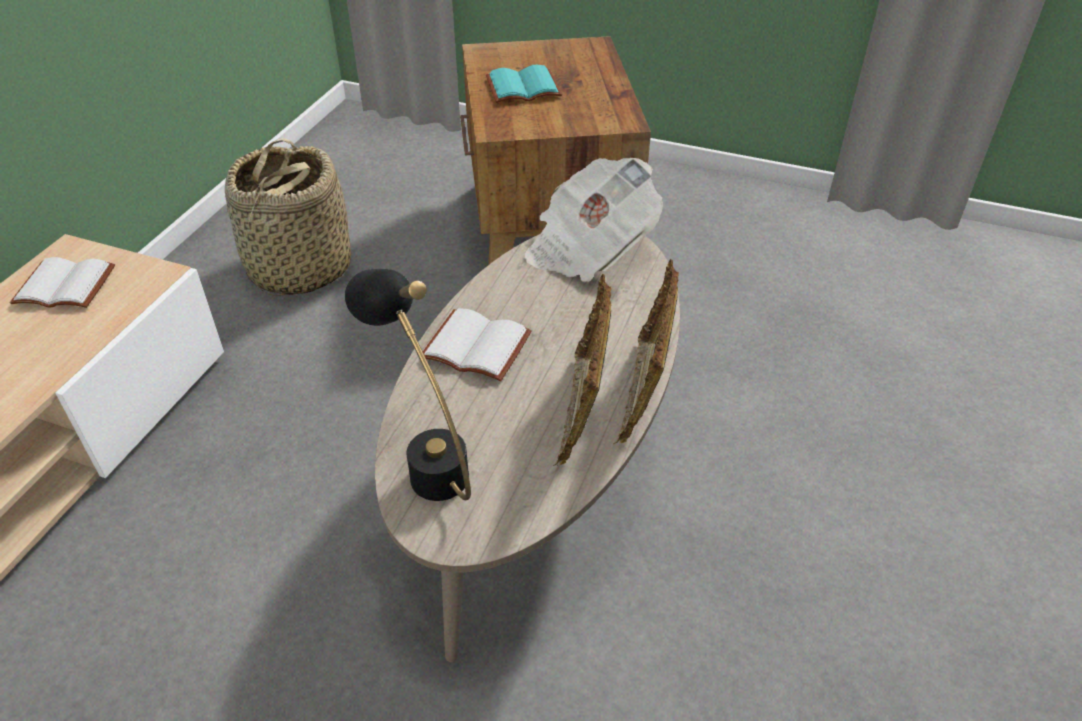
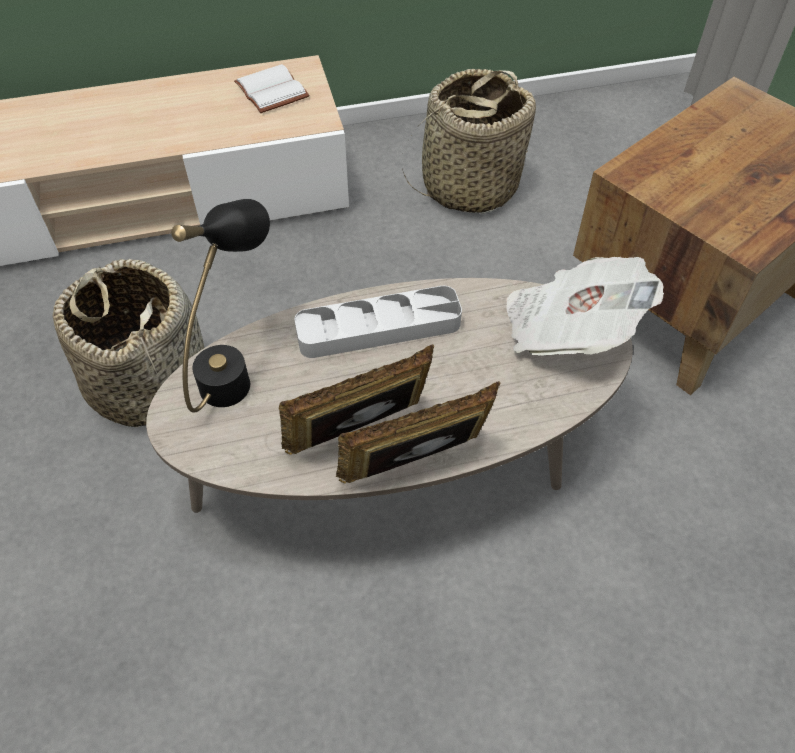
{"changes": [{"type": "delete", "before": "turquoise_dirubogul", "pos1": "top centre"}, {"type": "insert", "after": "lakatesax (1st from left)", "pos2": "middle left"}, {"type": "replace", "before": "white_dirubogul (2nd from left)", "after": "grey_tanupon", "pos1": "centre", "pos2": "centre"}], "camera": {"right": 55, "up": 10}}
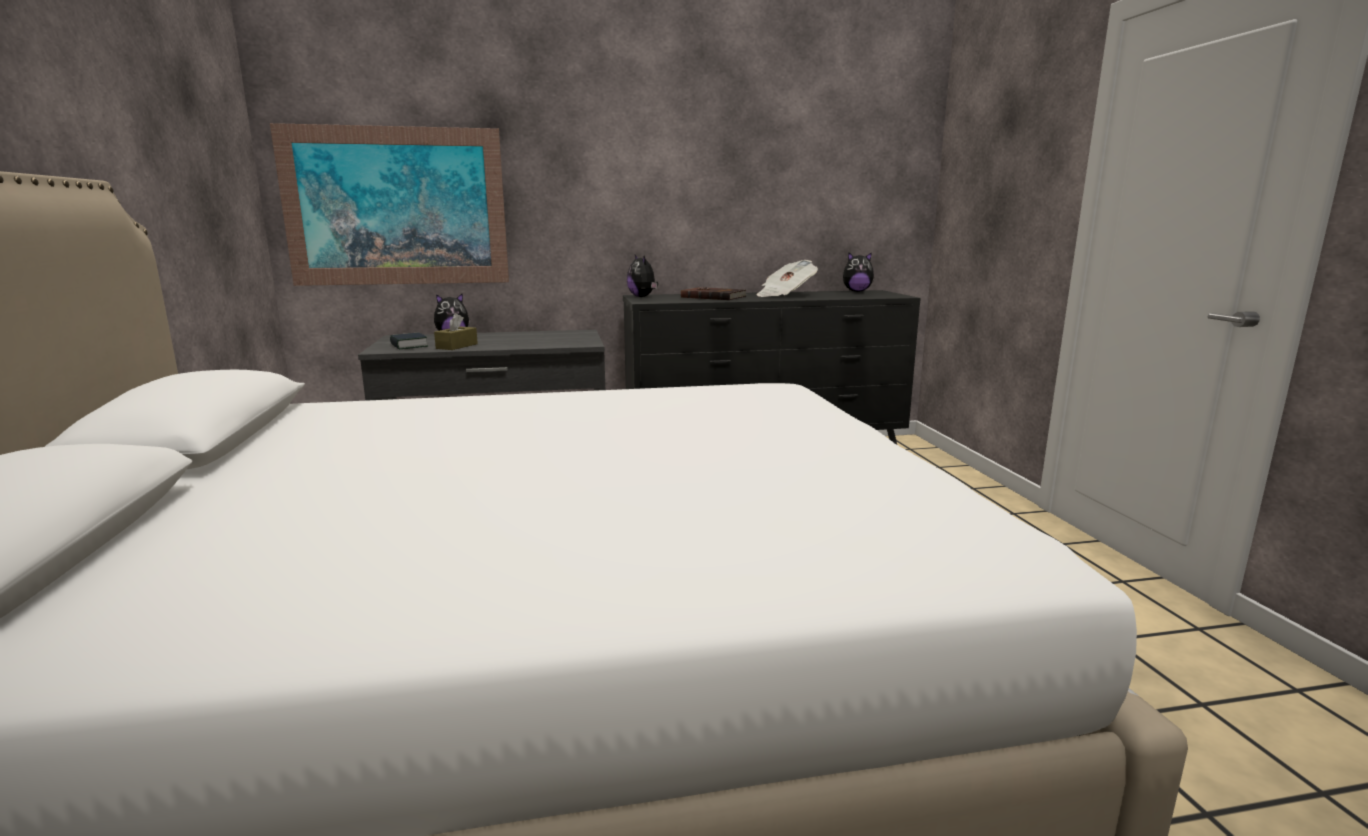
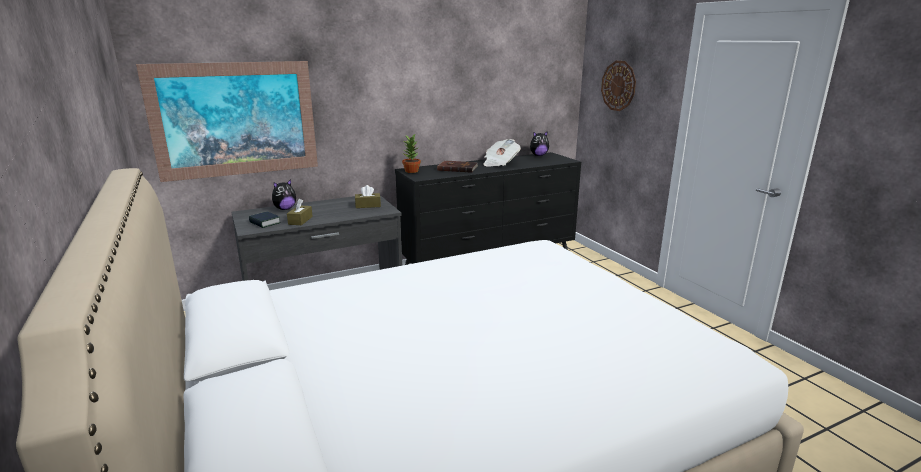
{"changes": [{"type": "insert", "after": "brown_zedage (2nd from left)", "pos2": "centre"}, {"type": "insert", "after": "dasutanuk", "pos2": "top right"}, {"type": "replace", "before": "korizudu (2nd from left)", "after": "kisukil", "pos1": "top centre", "pos2": "top centre"}], "camera": {"right": -15, "up": 5}}
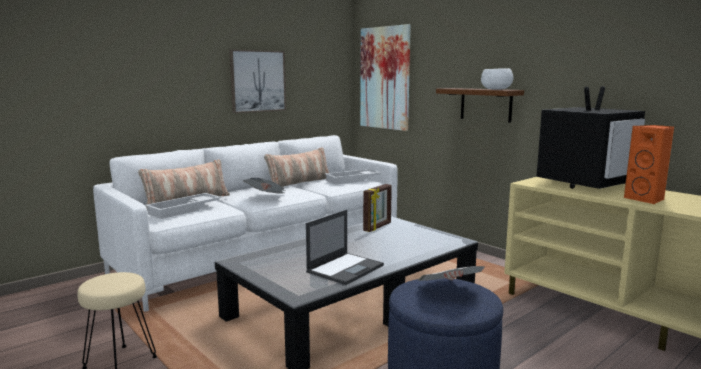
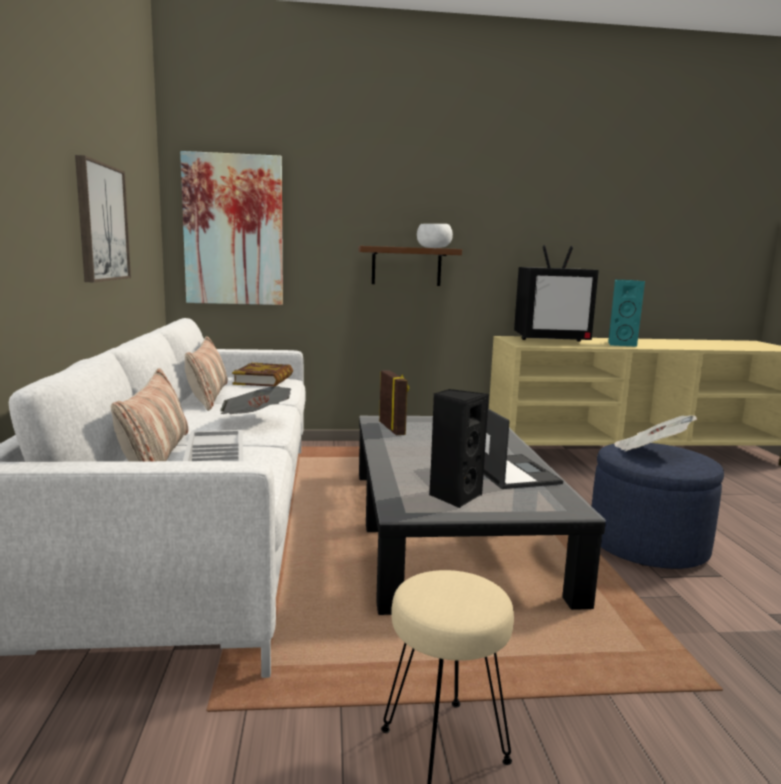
{"changes": [{"type": "insert", "after": "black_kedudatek", "pos2": "centre"}, {"type": "replace", "before": "white_tanupon (2nd from left)", "after": "dirubogul", "pos1": "centre", "pos2": "centre"}, {"type": "recolor", "before": "orange_kedudatek", "after": "turquoise_kedudatek", "pos1": "middle right", "pos2": "middle right"}, {"type": "rotate", "before": "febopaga", "pos1": "middle right", "pos2": "middle right", "turn": 90}], "camera": {"right": -55, "up": 0}}
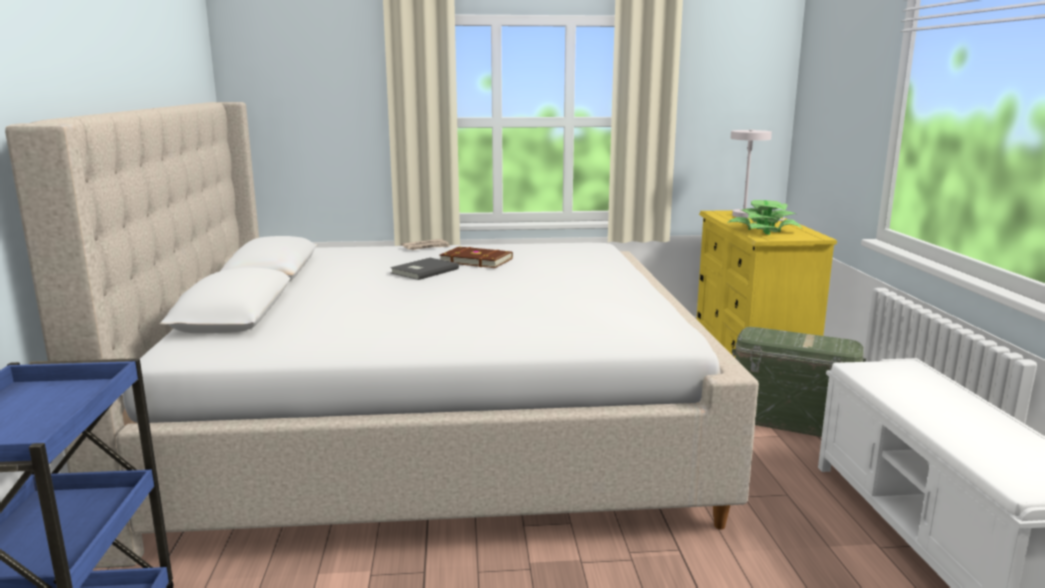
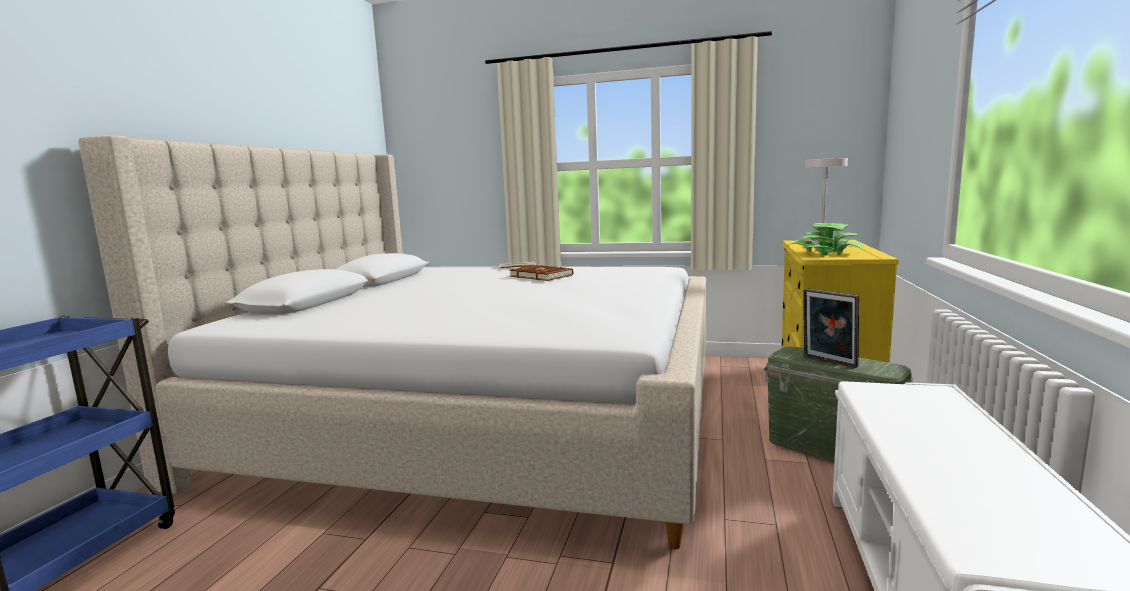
{"changes": [{"type": "delete", "before": "grey_dirubogul", "pos1": "centre"}, {"type": "insert", "after": "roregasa", "pos2": "middle right"}], "camera": {"right": 20, "up": -5}}
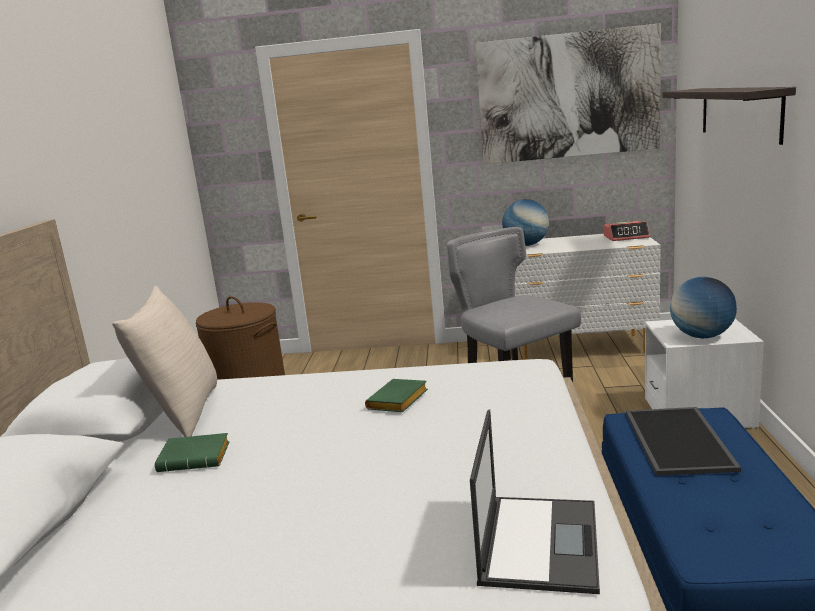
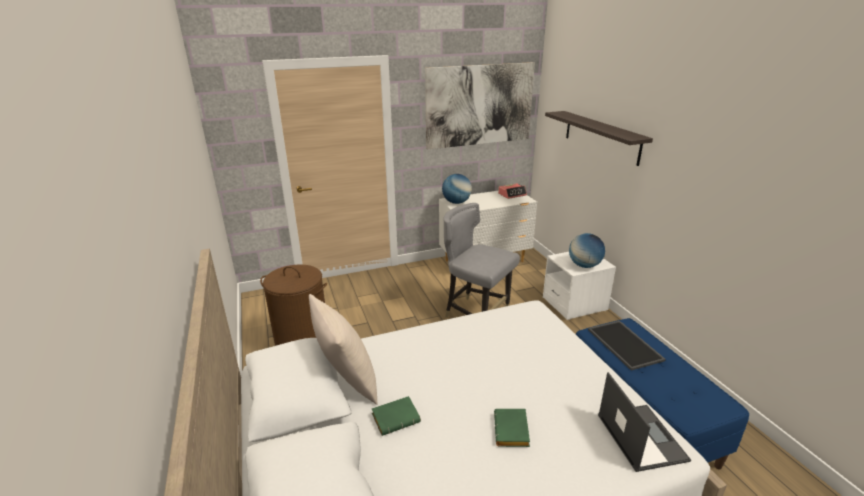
{"changes": [{"type": "move", "before": "green_dirubogul (2nd from left)", "pos1": "centre", "pos2": "bottom centre"}], "camera": {"right": -25, "up": 10}}
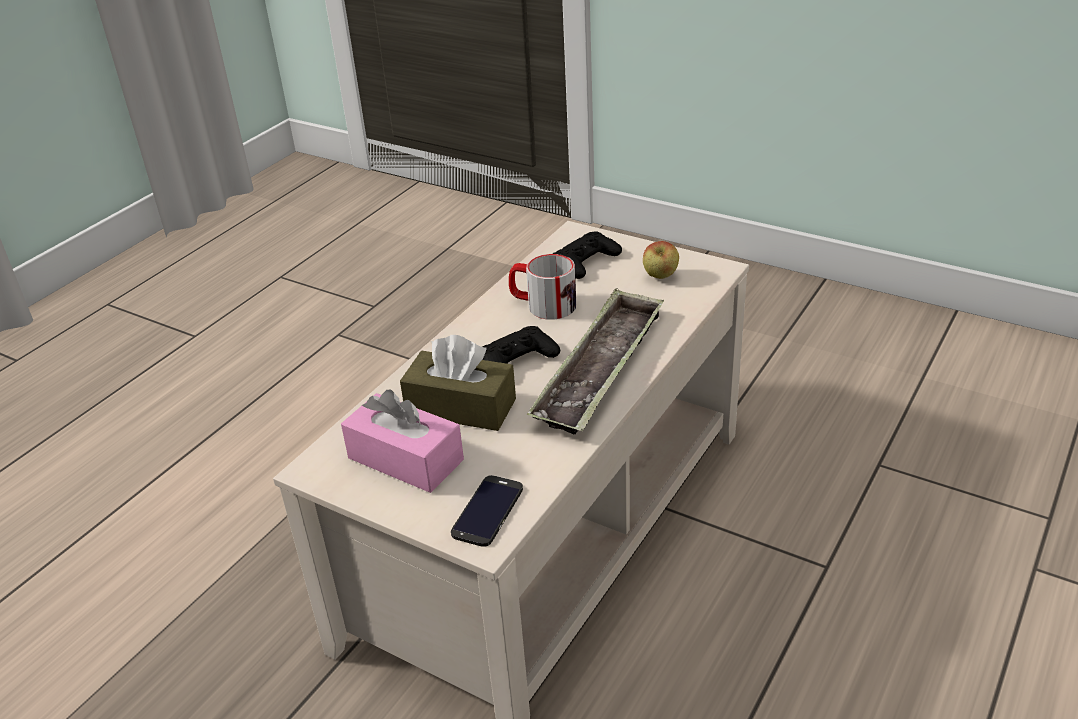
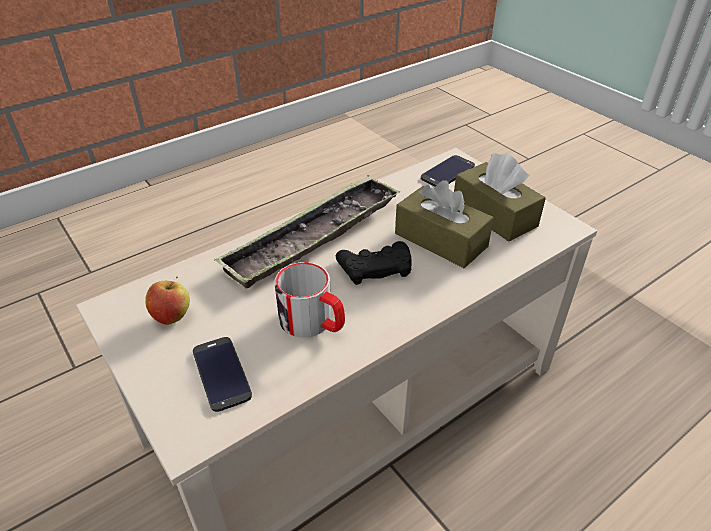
{"changes": [{"type": "replace", "before": "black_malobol (2nd from left)", "after": "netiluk (1st from left)", "pos1": "centre", "pos2": "bottom left"}, {"type": "recolor", "before": "pink_zedage", "after": "brown_zedage (2nd from left)", "pos1": "centre", "pos2": "middle right"}], "camera": {"right": -160, "up": 5}}
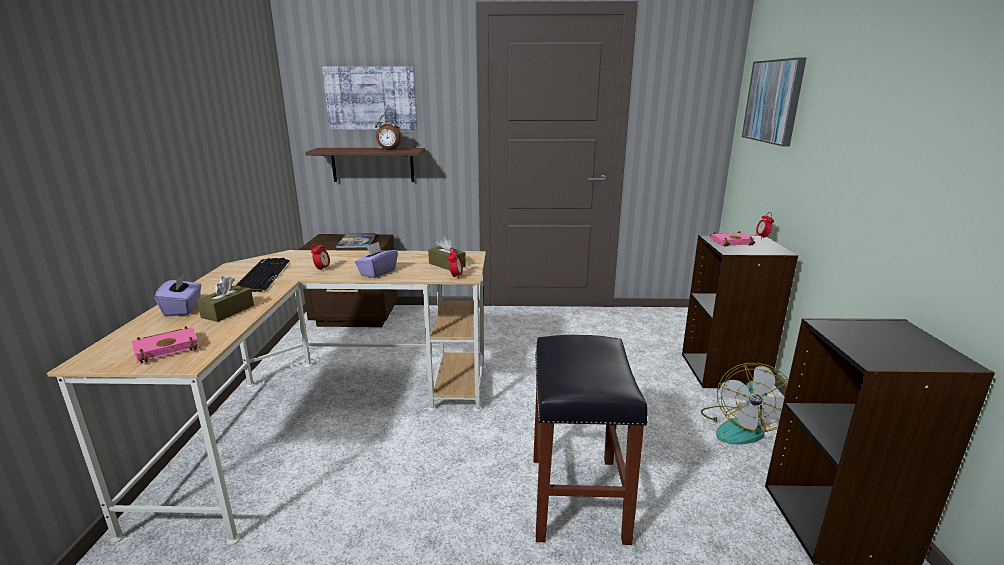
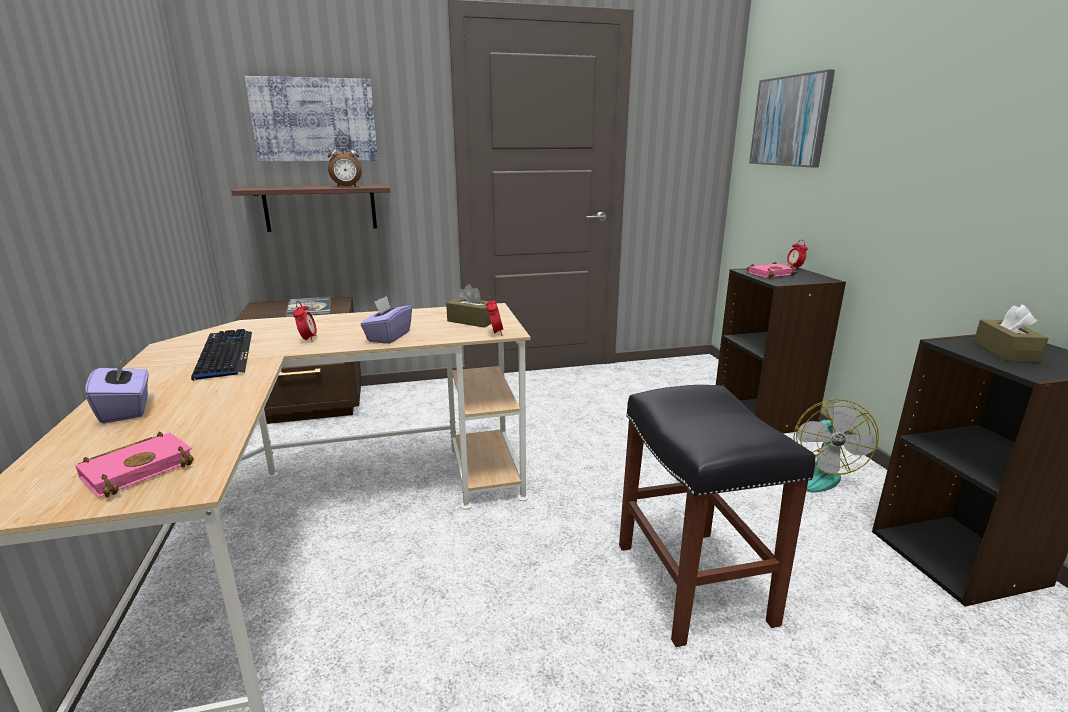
{"changes": [{"type": "move", "before": "brown_zedage (1st from left in the first image)", "after": "brown_zedage (2nd from left)", "pos1": "middle left", "pos2": "middle right"}], "camera": {"right": -15, "up": 0}}
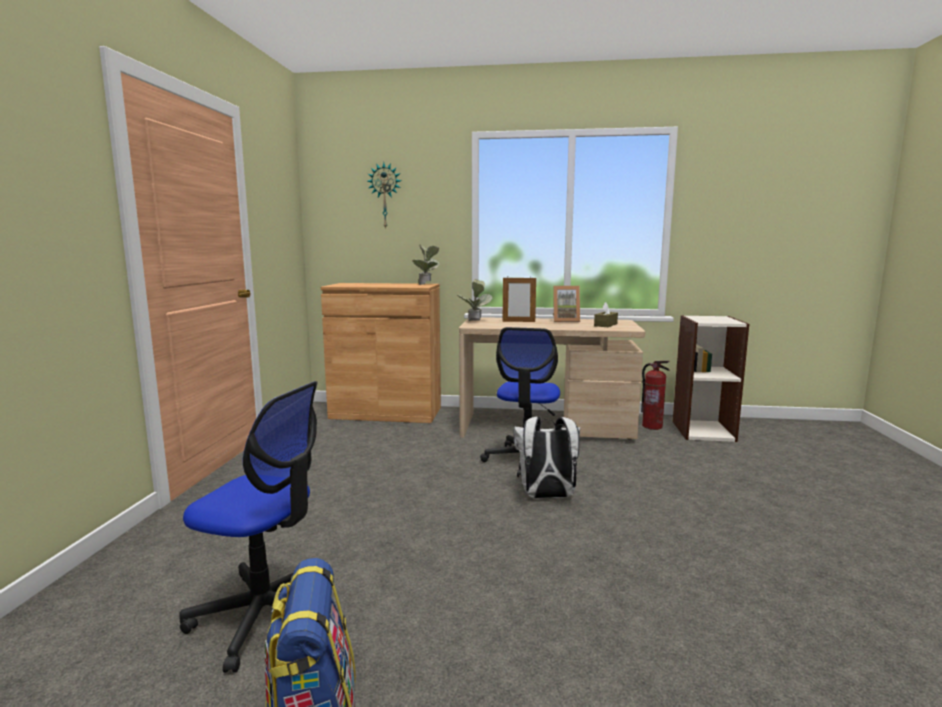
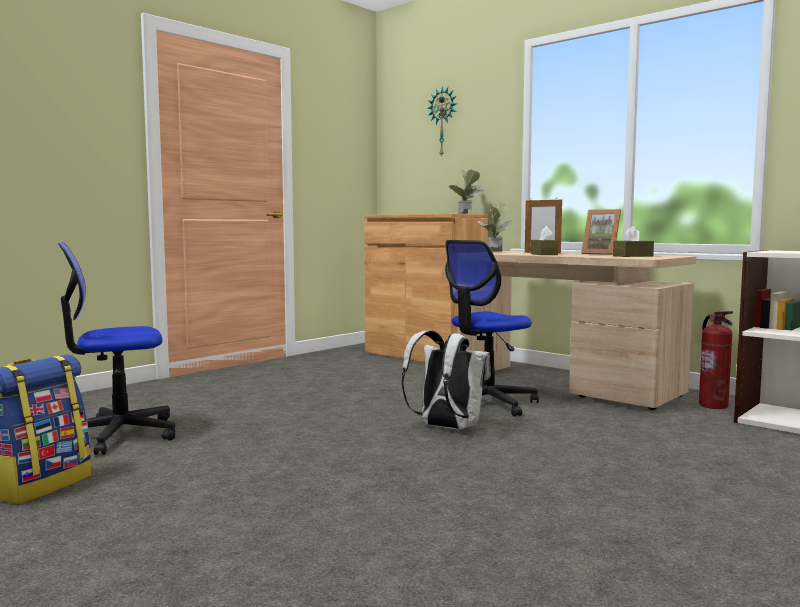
{"changes": [{"type": "insert", "after": "brown_zedage (1st from left)", "pos2": "middle right"}, {"type": "rotate", "before": "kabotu (1st from left)", "pos1": "bottom left", "pos2": "middle left", "turn": 105}], "camera": {"right": 35, "up": -5}}
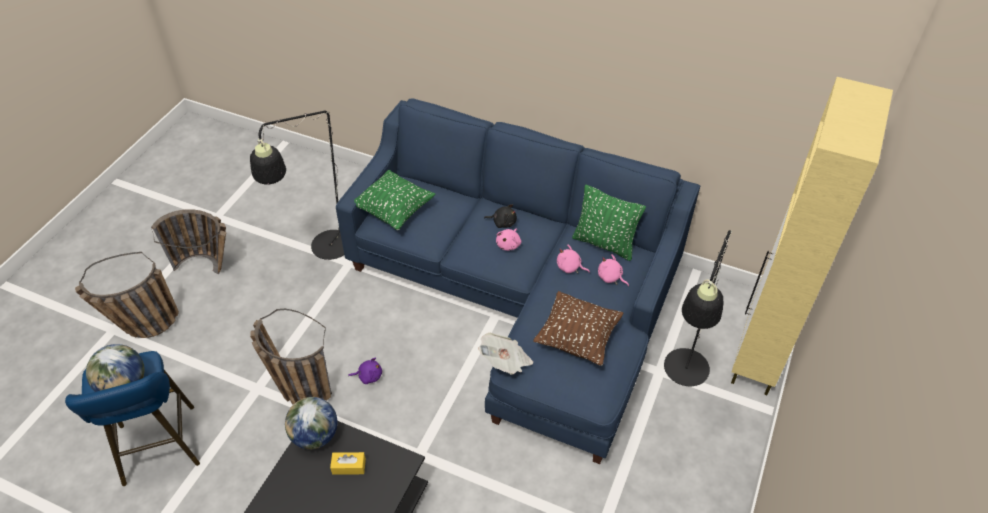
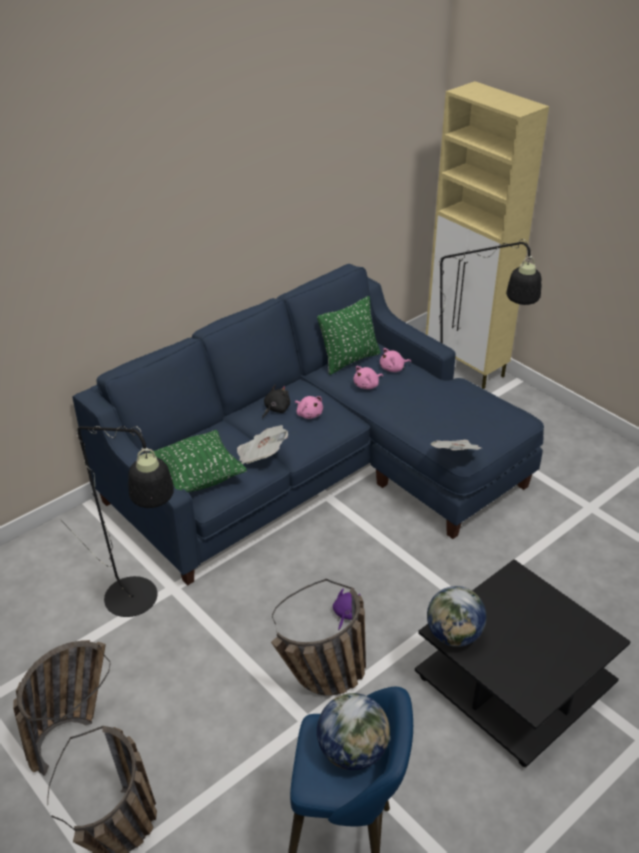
{"changes": [{"type": "delete", "before": "yellow_zedage", "pos1": "bottom centre"}, {"type": "delete", "before": "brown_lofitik", "pos1": "centre"}, {"type": "insert", "after": "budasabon (1st from left)", "pos2": "centre"}], "camera": {"right": -65, "up": -10}}
